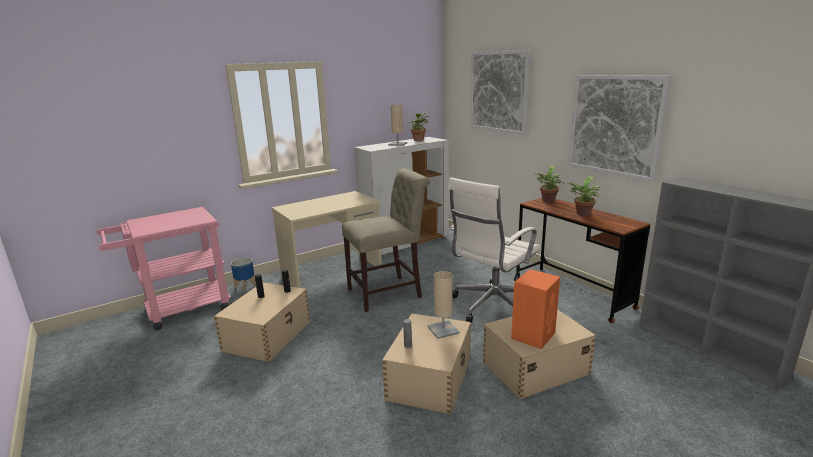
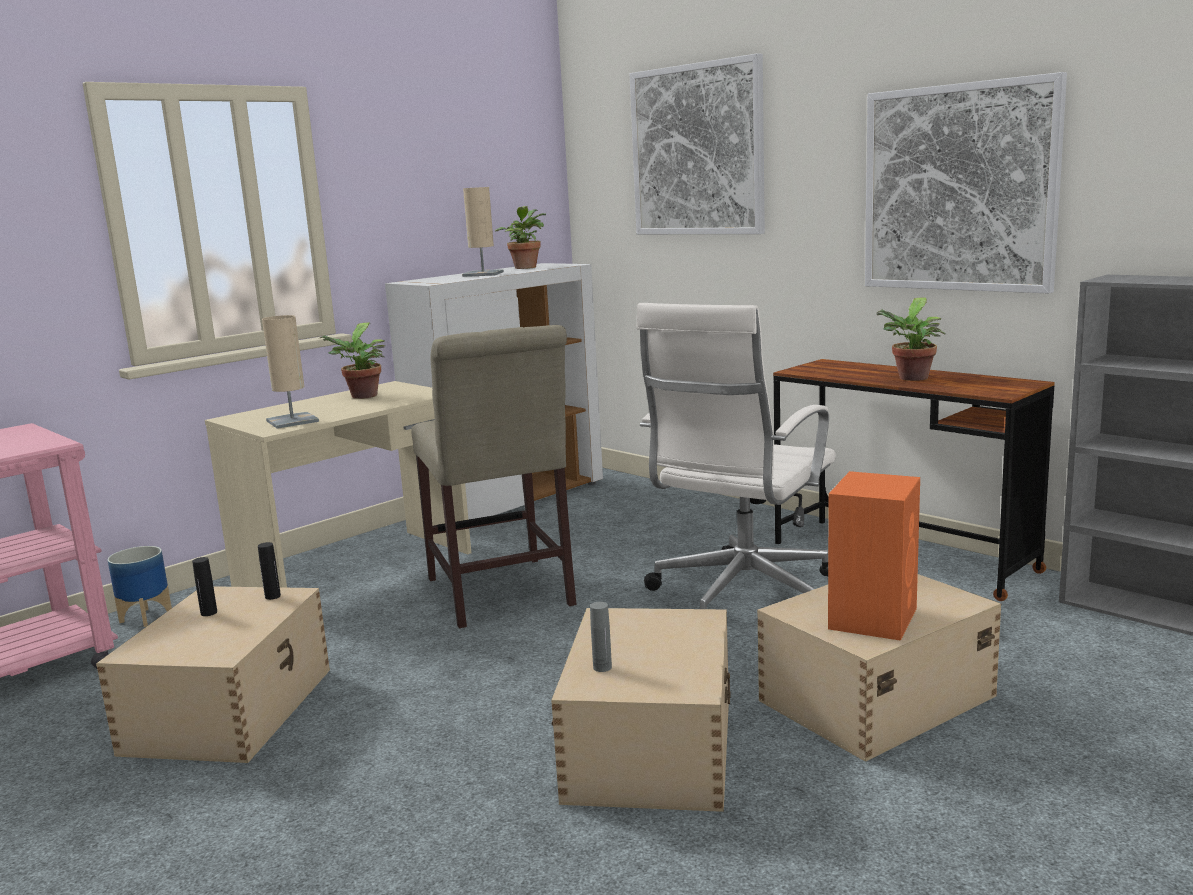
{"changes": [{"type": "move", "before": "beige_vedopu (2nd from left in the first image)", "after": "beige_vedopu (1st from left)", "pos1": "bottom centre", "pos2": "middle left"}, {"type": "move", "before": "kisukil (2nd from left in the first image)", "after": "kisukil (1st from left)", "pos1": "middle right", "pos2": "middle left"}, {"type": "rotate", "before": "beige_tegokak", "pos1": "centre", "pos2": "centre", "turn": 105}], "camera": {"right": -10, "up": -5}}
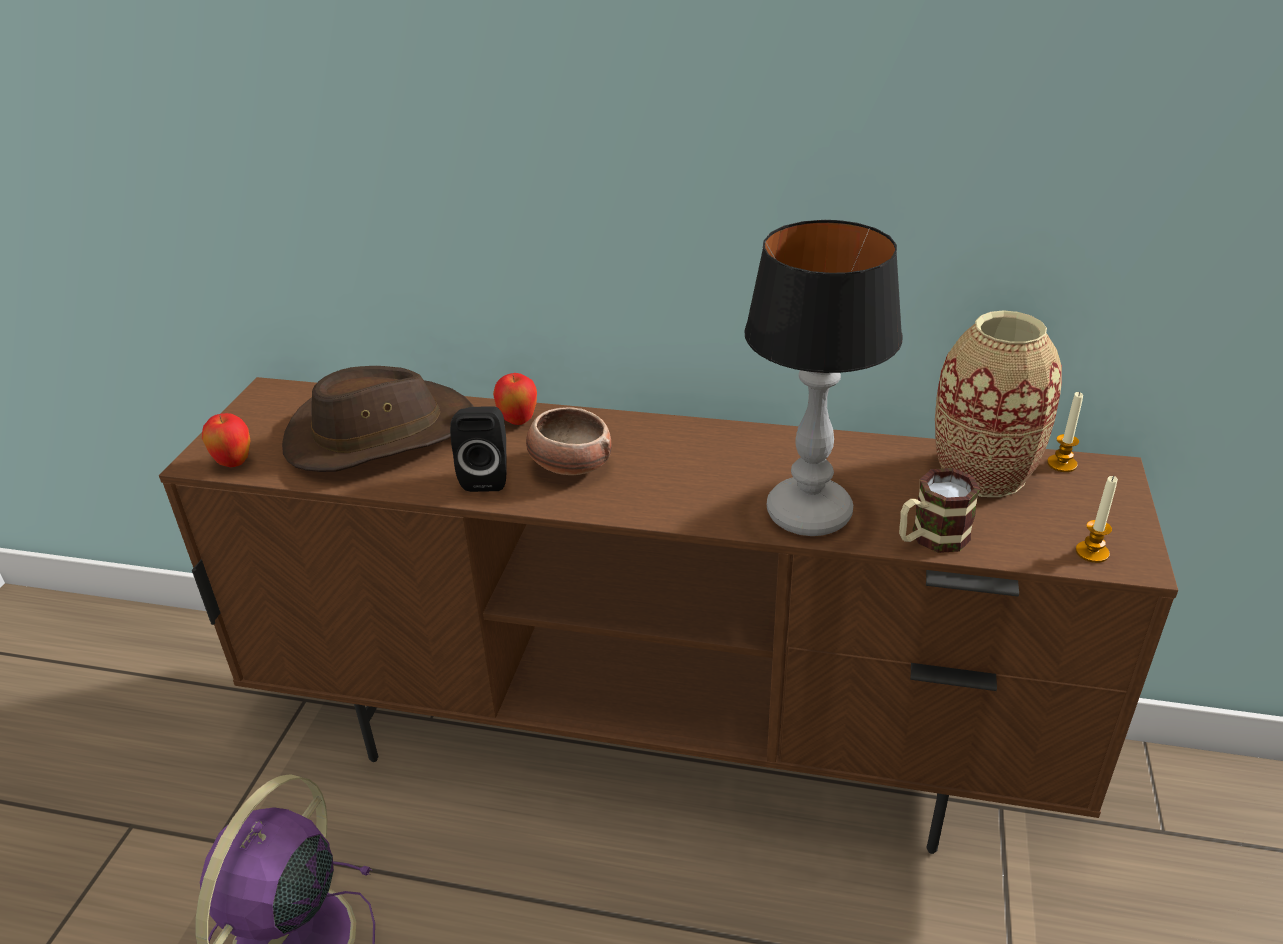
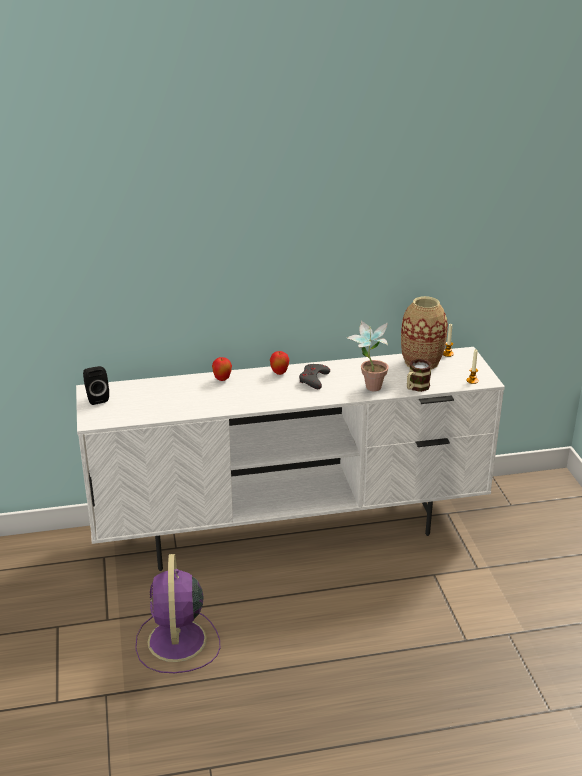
{"changes": [{"type": "delete", "before": "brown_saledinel", "pos1": "middle left"}, {"type": "delete", "before": "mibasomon", "pos1": "centre"}, {"type": "insert", "after": "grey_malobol", "pos2": "centre"}, {"type": "move", "before": "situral (1st from left in the first image)", "after": "situral (2nd from left)", "pos1": "middle left", "pos2": "centre"}, {"type": "move", "before": "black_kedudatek", "pos1": "centre", "pos2": "middle left"}, {"type": "replace", "before": "vedopu", "after": "kisukil", "pos1": "centre", "pos2": "centre"}, {"type": "recolor", "before": "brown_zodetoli", "after": "white_zodetoli", "pos1": "centre", "pos2": "centre"}], "camera": {"right": -25, "up": -5}}
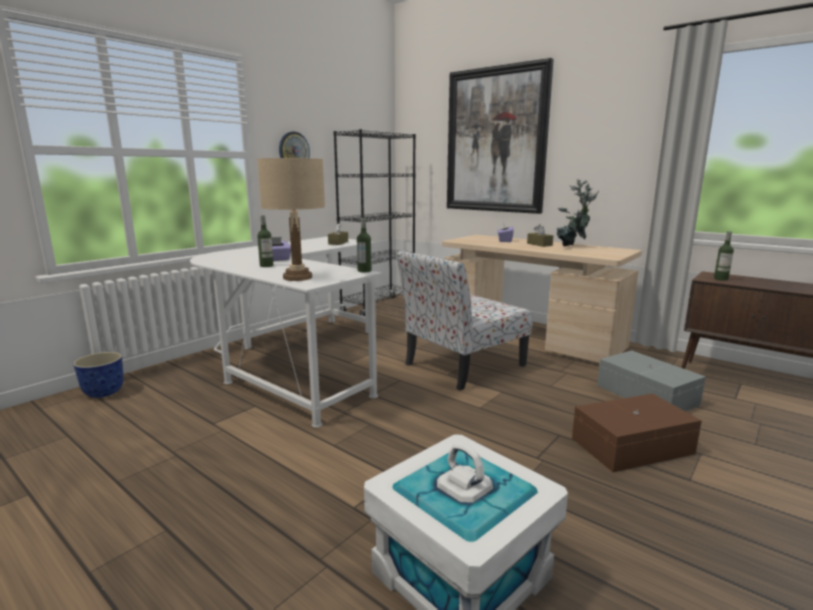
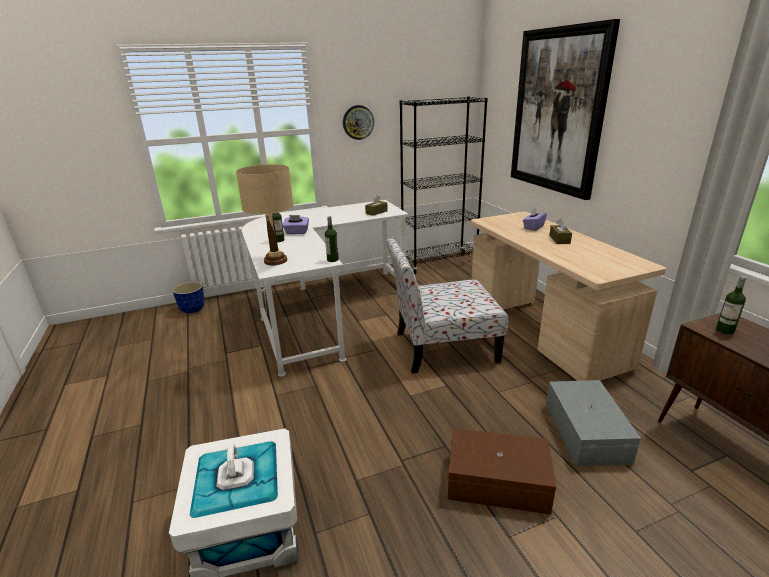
{"changes": [{"type": "delete", "before": "kisukil", "pos1": "middle right"}], "camera": {"right": 30, "up": 10}}
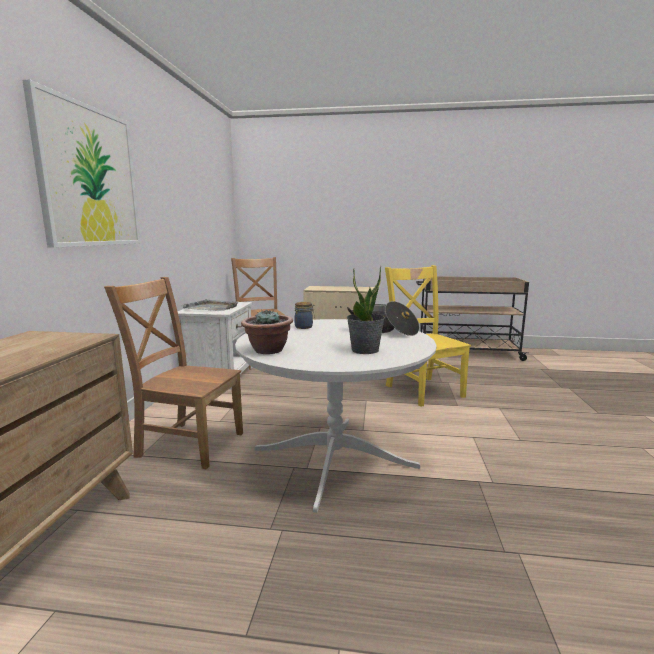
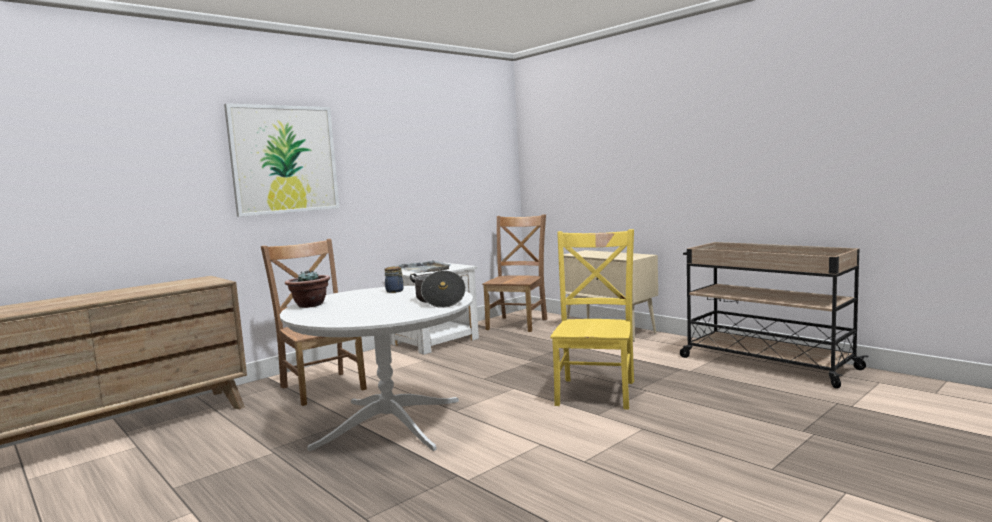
{"changes": [{"type": "delete", "before": "kisukil (2nd from left)", "pos1": "centre"}], "camera": {"right": 40, "up": -5}}
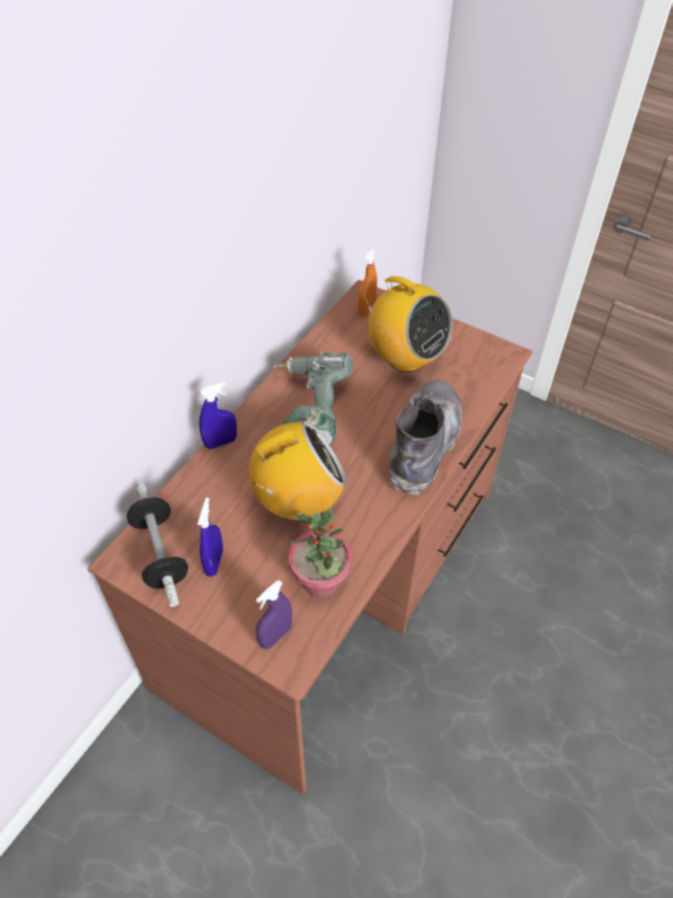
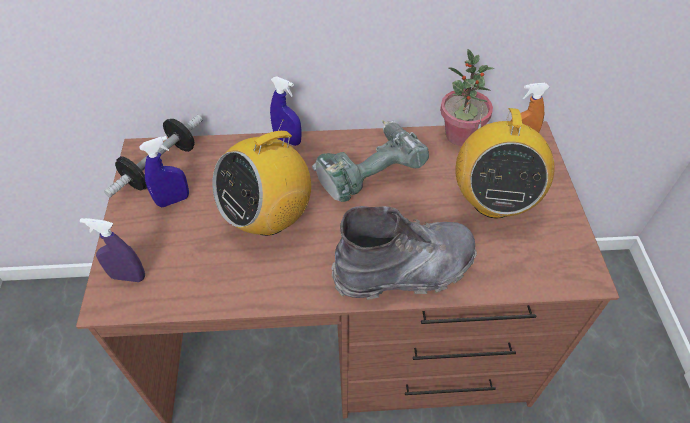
{"changes": [{"type": "move", "before": "kisukil", "pos1": "centre", "pos2": "top right"}, {"type": "rotate", "before": "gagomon (1st from left)", "pos1": "centre", "pos2": "centre", "turn": 105}], "camera": {"right": 55, "up": 0}}
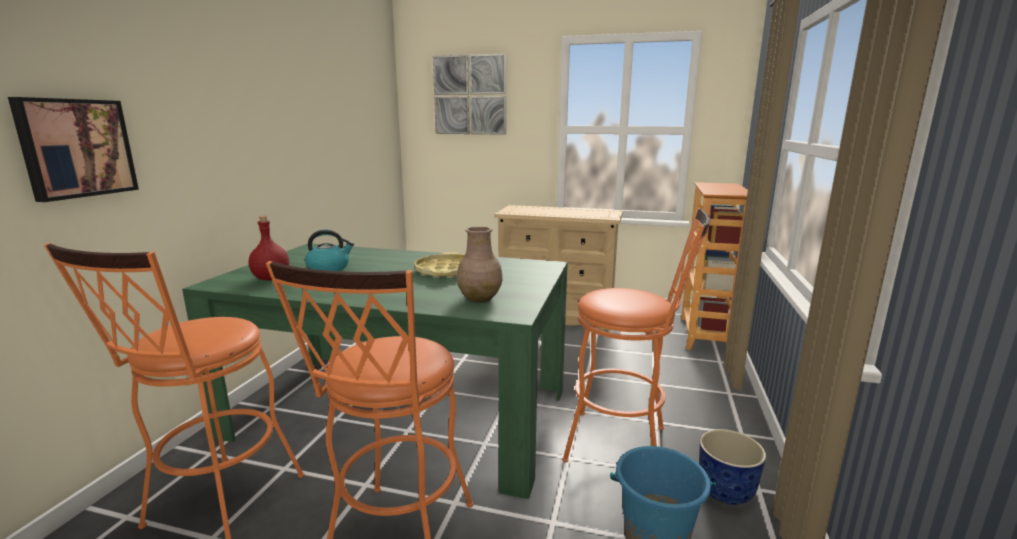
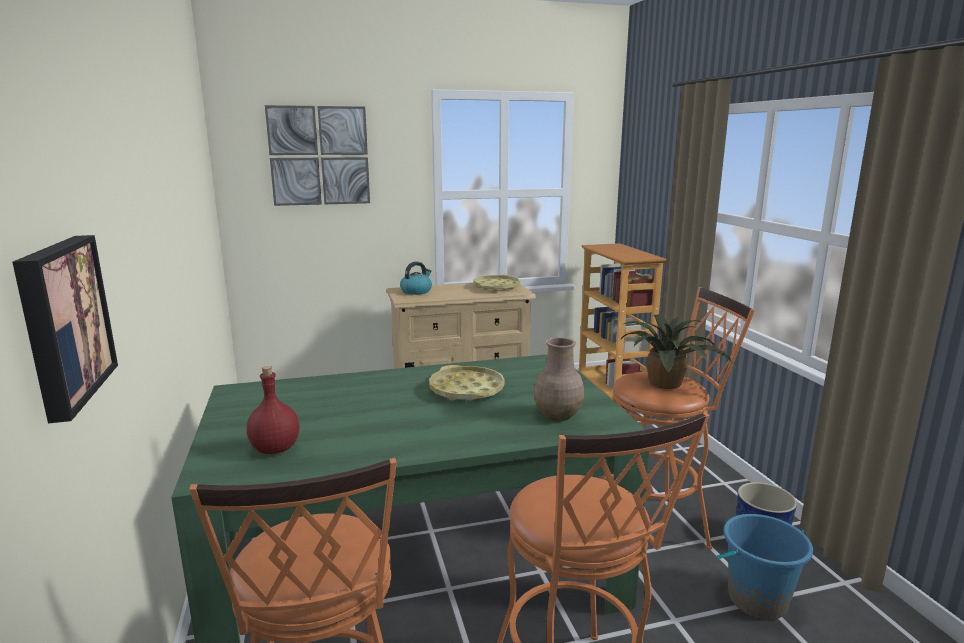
{"changes": [{"type": "insert", "after": "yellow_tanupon (2nd from left)", "pos2": "centre"}, {"type": "insert", "after": "kisukil", "pos2": "middle right"}, {"type": "move", "before": "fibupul", "pos1": "middle left", "pos2": "centre"}], "camera": {"right": -30, "up": 0}}
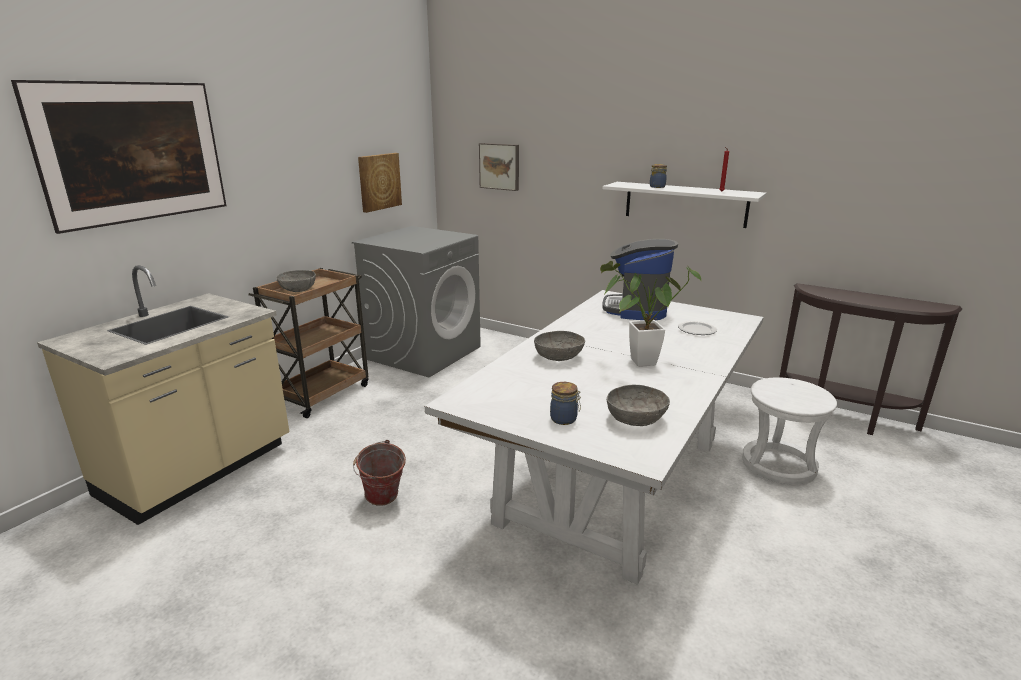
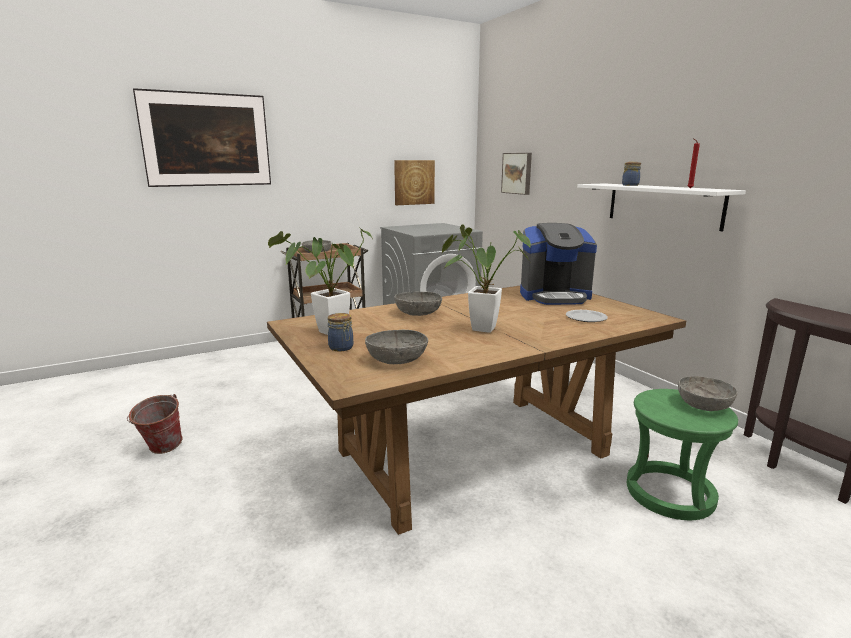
{"changes": [{"type": "delete", "before": "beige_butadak", "pos1": "middle left"}, {"type": "insert", "after": "kisukil (1st from left)", "pos2": "centre"}, {"type": "insert", "after": "grey_mibasomon (4th from left)", "pos2": "middle right"}, {"type": "move", "before": "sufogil", "pos1": "bottom centre", "pos2": "middle left"}, {"type": "recolor", "before": "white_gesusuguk", "after": "brown_gesusuguk", "pos1": "centre", "pos2": "centre"}, {"type": "recolor", "before": "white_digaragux", "after": "green_digaragux", "pos1": "middle right", "pos2": "bottom right"}, {"type": "rotate", "before": "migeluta", "pos1": "centre", "pos2": "centre", "turn": -135}], "camera": {"right": 30, "up": -5}}
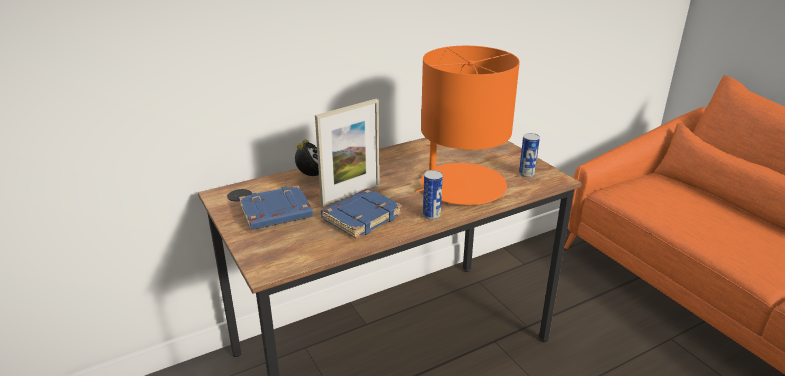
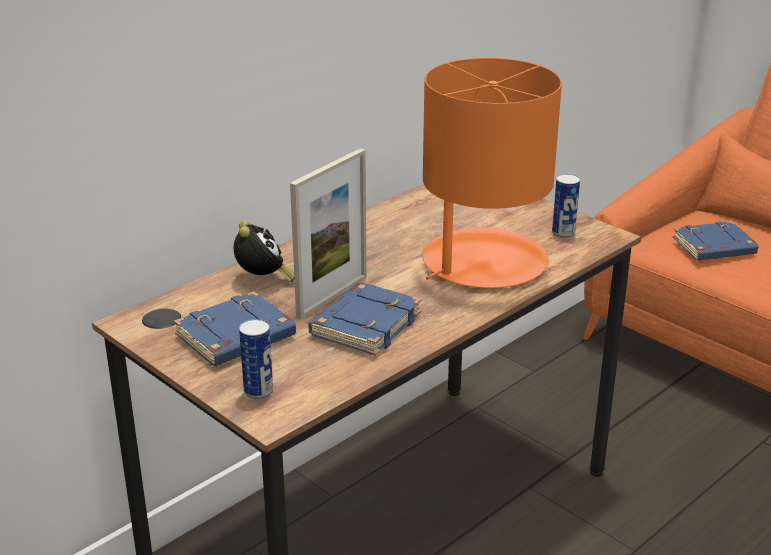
{"changes": [{"type": "insert", "after": "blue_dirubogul (3rd from left)", "pos2": "middle right"}, {"type": "move", "before": "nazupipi (1st from left)", "pos1": "centre", "pos2": "middle left"}], "camera": {"right": -15, "up": 0}}
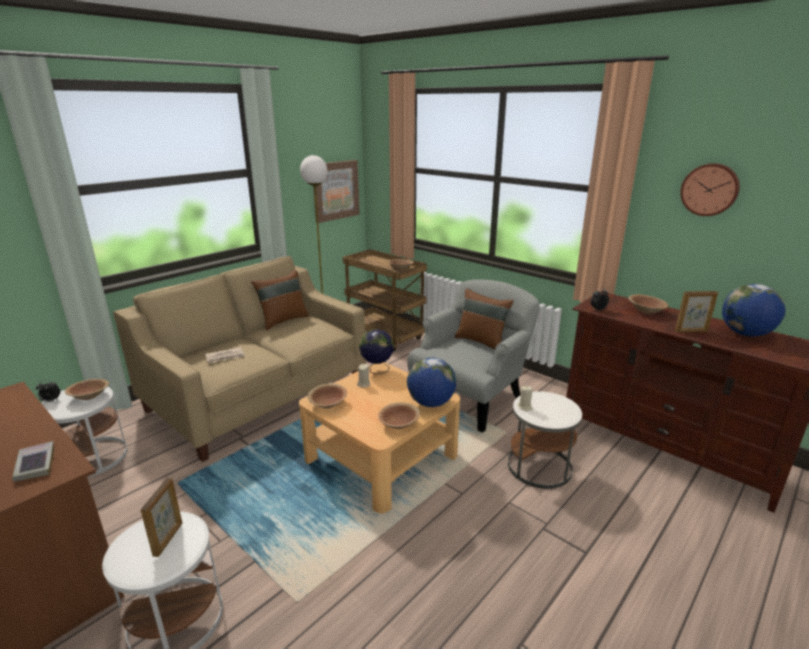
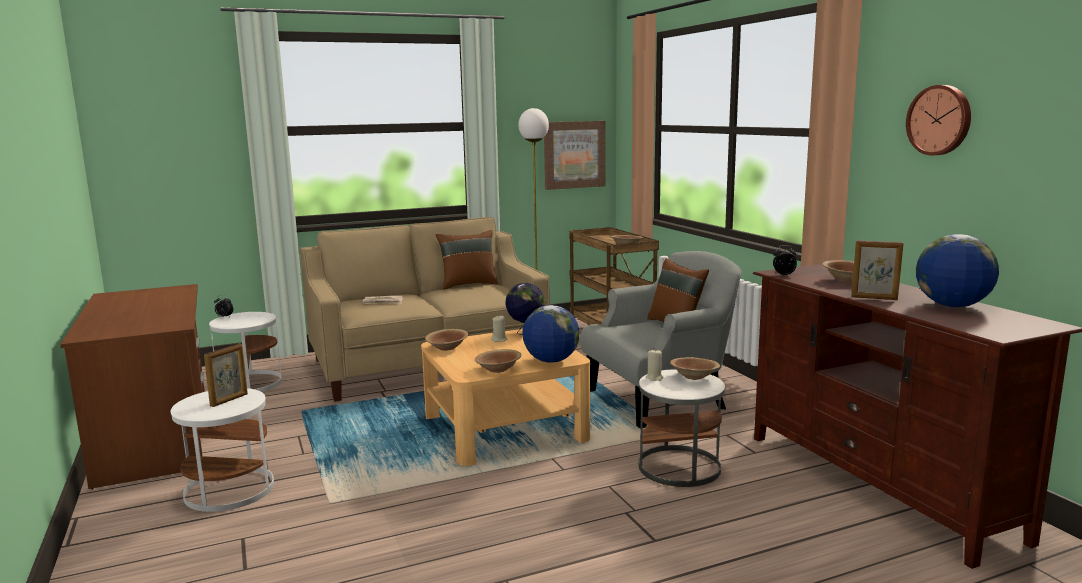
{"changes": [{"type": "delete", "before": "dirubogul", "pos1": "bottom left"}, {"type": "move", "before": "brown_mibasomon (1st from left in the first image)", "after": "brown_mibasomon (4th from left)", "pos1": "middle left", "pos2": "centre"}], "camera": {"right": 25, "up": -10}}
